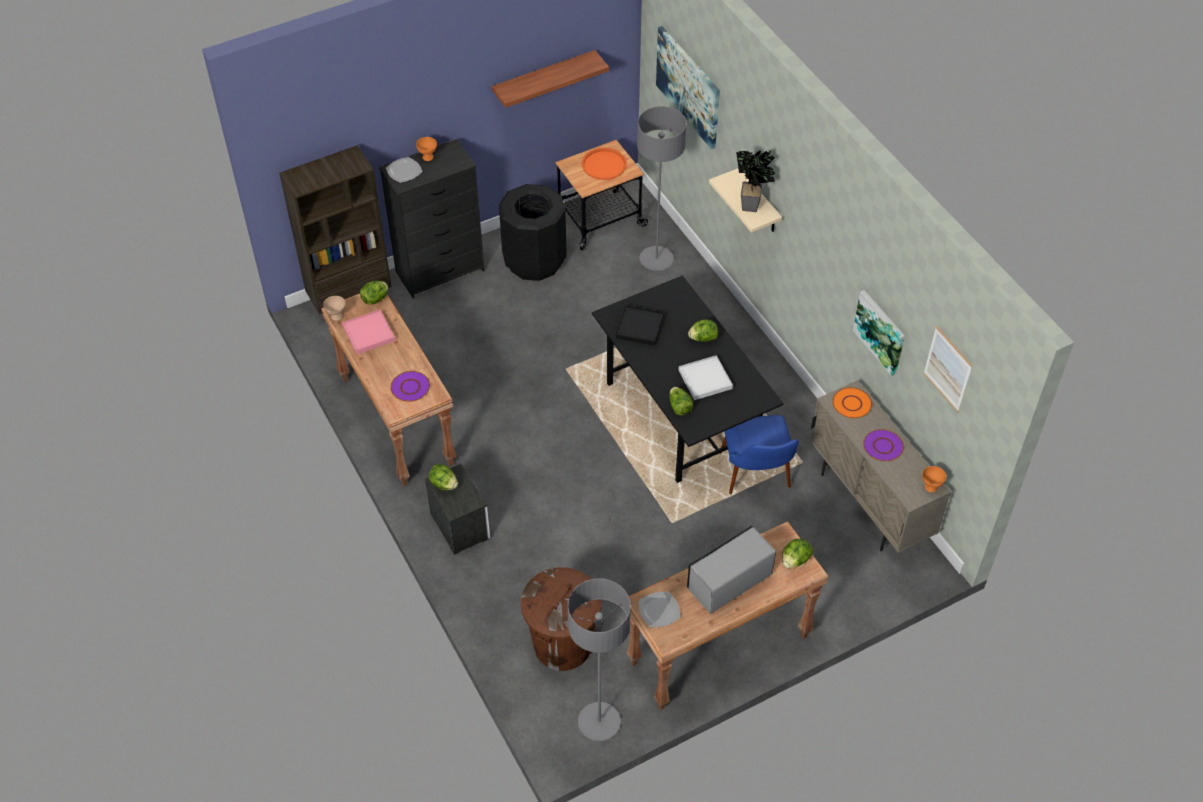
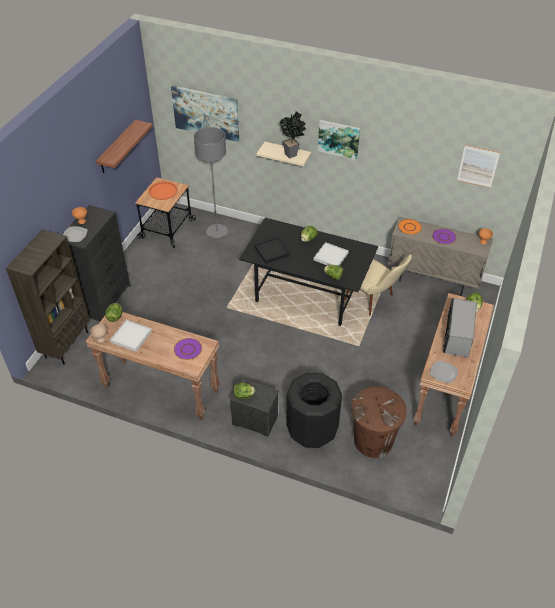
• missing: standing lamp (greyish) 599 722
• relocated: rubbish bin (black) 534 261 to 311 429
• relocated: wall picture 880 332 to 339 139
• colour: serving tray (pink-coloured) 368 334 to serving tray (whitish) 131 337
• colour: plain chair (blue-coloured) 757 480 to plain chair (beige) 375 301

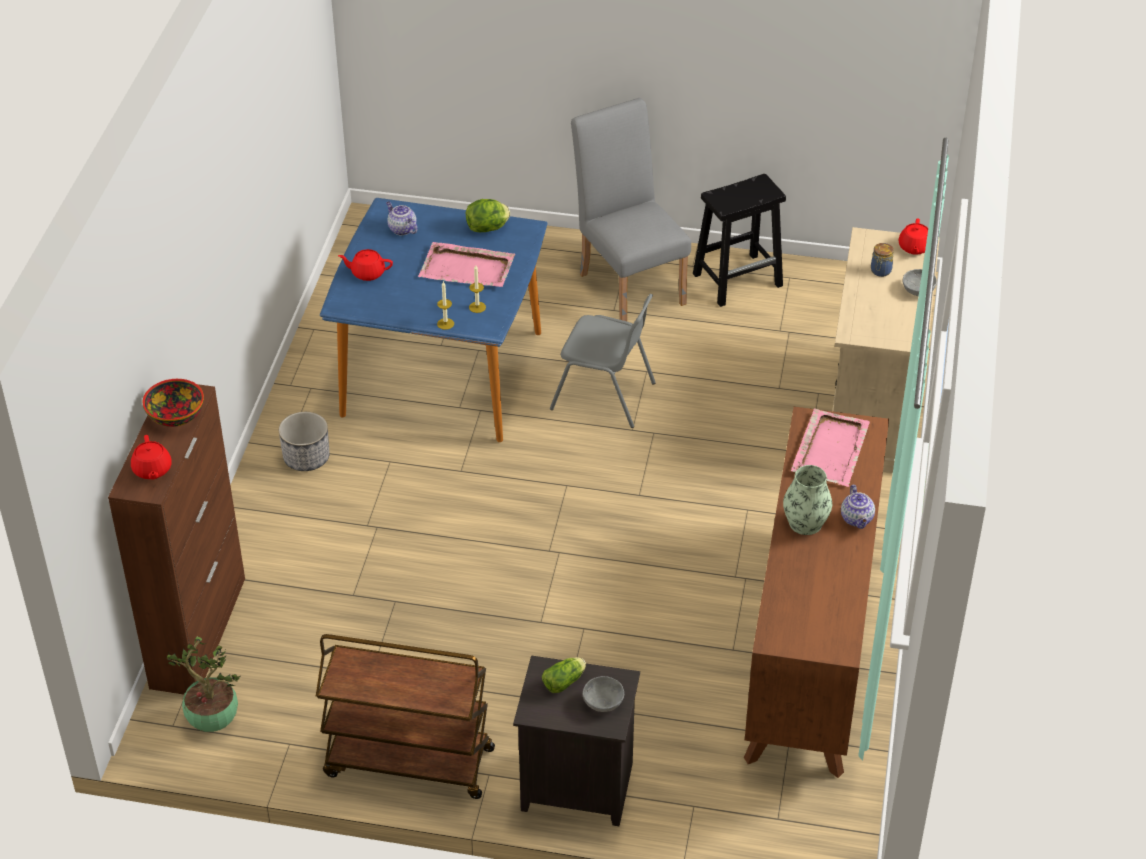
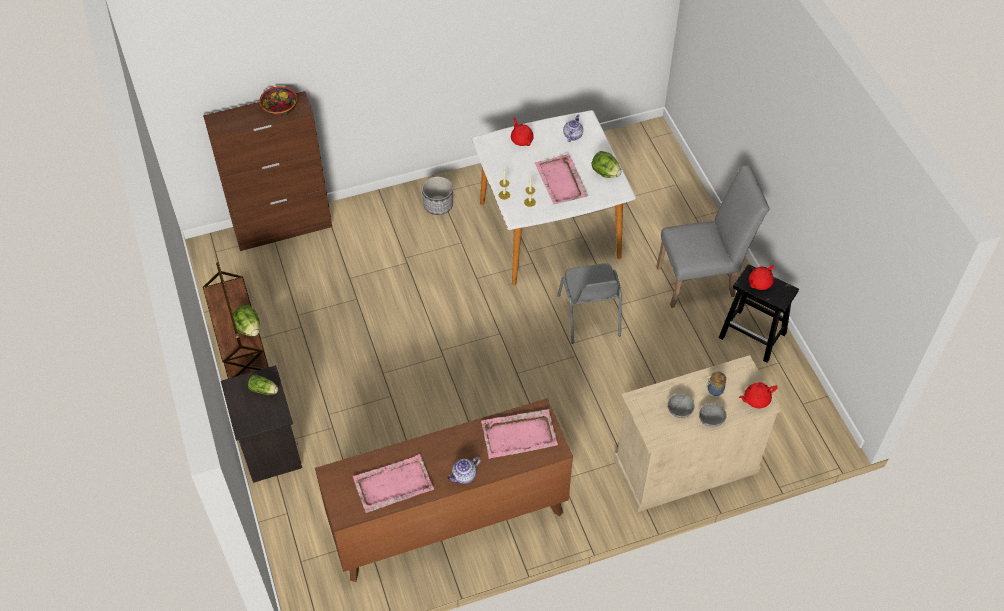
• missing: houseplant 211 721
• missing: vase 805 523
• appeared: head of lettuce 248 328
• appeared: serving tray (pink-coloured) 392 485
• relocated: pot for tea (reddish) 152 470 to 759 283
• relocated: serving bowl (greyish) 603 703 to 679 410
• colour: kitchen table (blue-coloured) 441 375 to kitchen table (whitish) 548 230
• spun: plain chair (greyish) 629 283 = 701 280 45 degrees clockwise

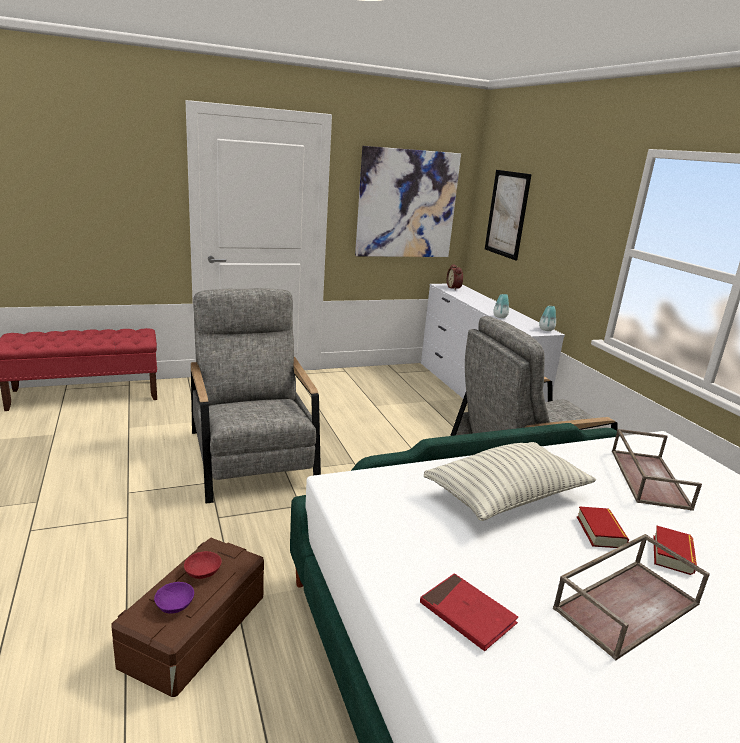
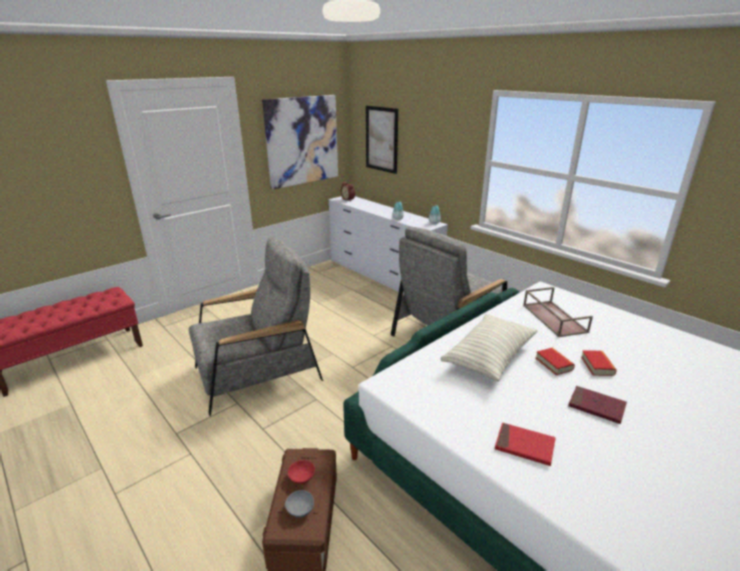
• exchanged: serving tray (brownish) 626 604 to bound book (reddish) 596 406
• colour: serving bowl (purplish) 175 605 to serving bowl (greyish) 301 509
• spun: easy chair (greyish) 252 459 = 257 373 105 degrees clockwise

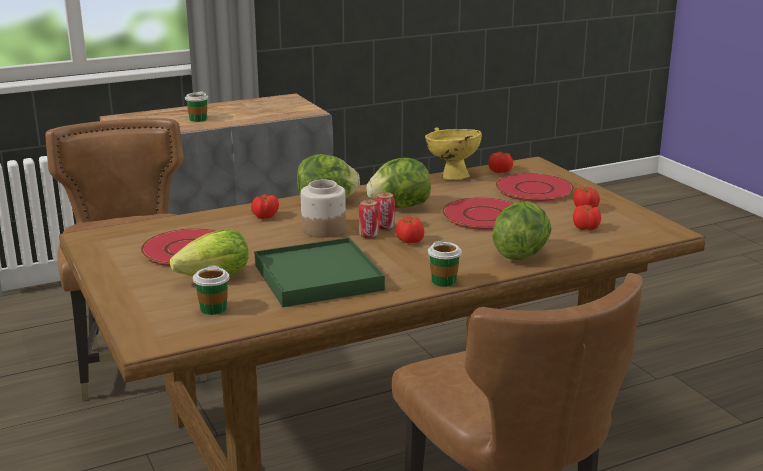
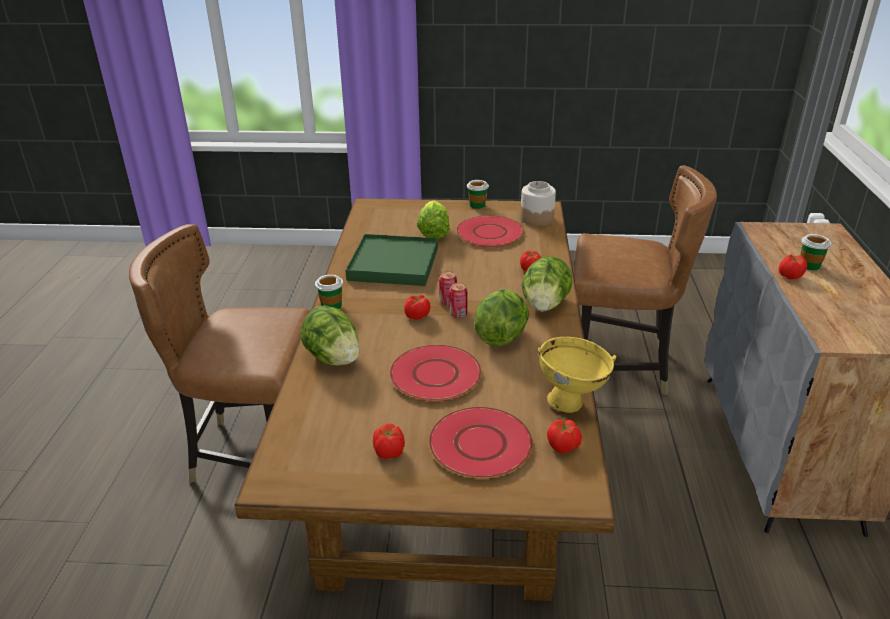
• relocated: small cup 213 309 to 477 205
• relocated: storage jar 323 229 to 536 218
• relocated: fresh tomato 586 228 to 789 276

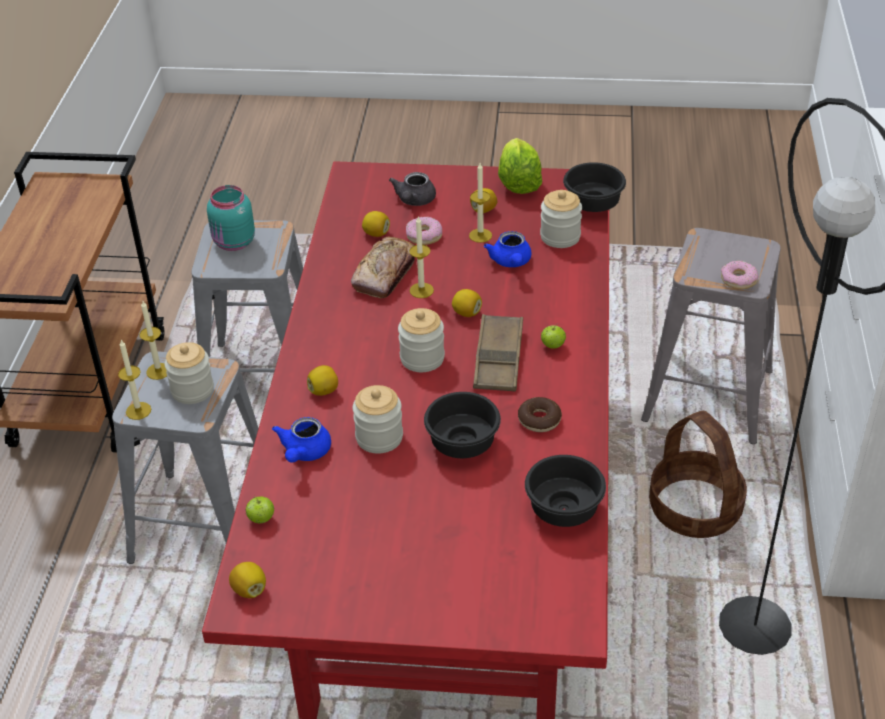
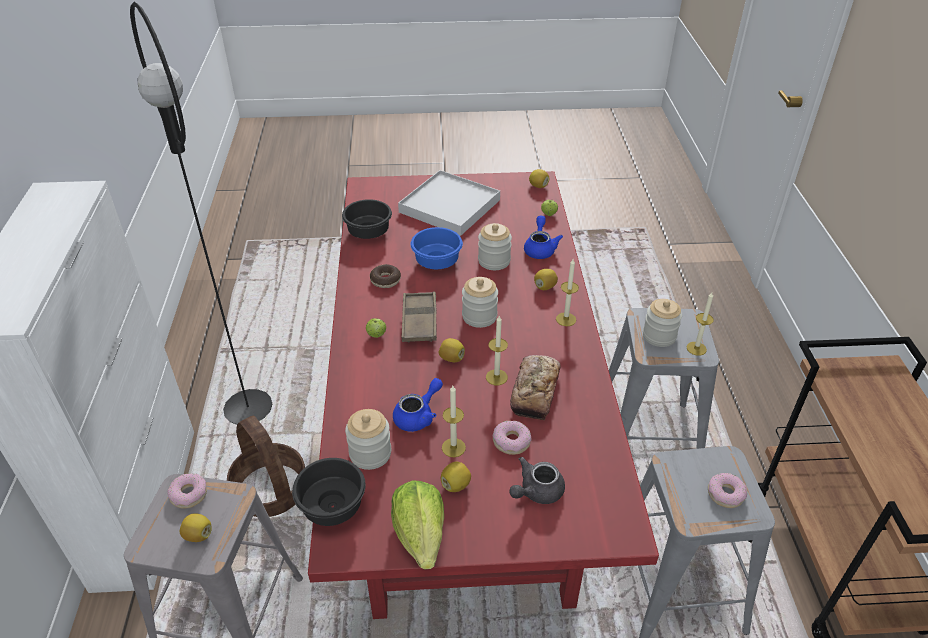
• appeared: serving tray (whitish) 449 206
• relocated: candle 138 411 to 566 319
• relocated: citrus fruit 376 234 to 198 535
• exchanged: storage jar (turquoise-coloured) 233 243 to donut 725 494
• colour: serving bowl (black) 465 443 to serving bowl (blue-coloured) 435 262
• spun: pot for tea (greyish) 414 201 = 536 491 135 degrees counterclockwise
• spun: pot for tea (blue-coloured) 511 262 = 418 416 60 degrees clockwise

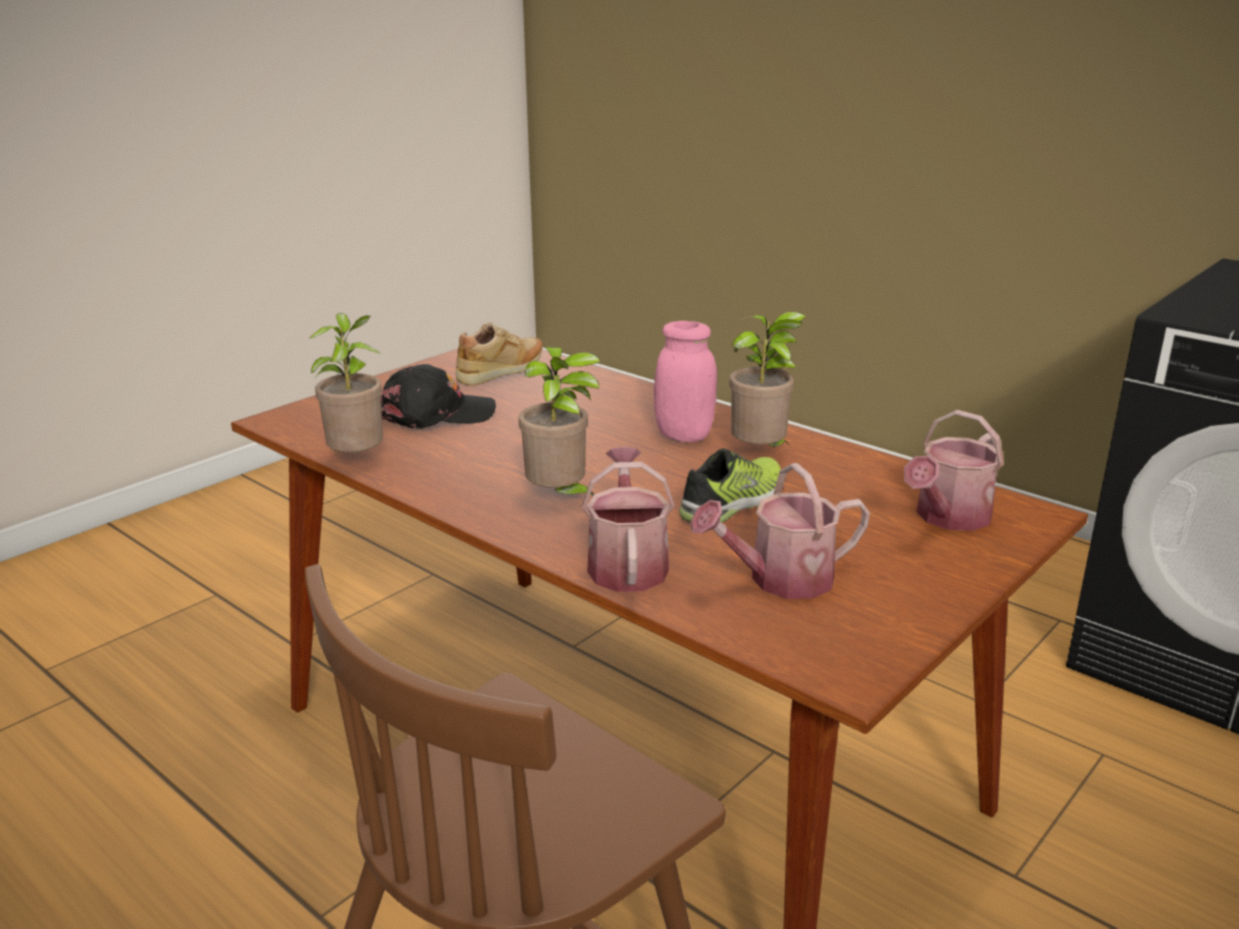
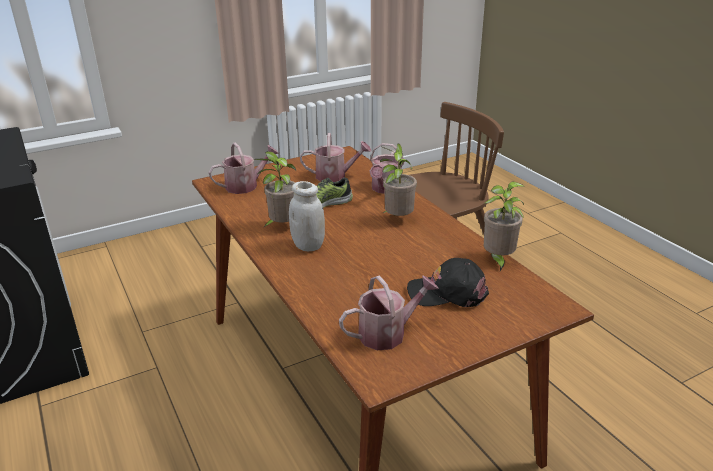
• exchanged: shoe (beige) 502 373 to watering can 388 333
• colour: storage jar (pink-coloured) 684 435 to storage jar (whitish) 308 246

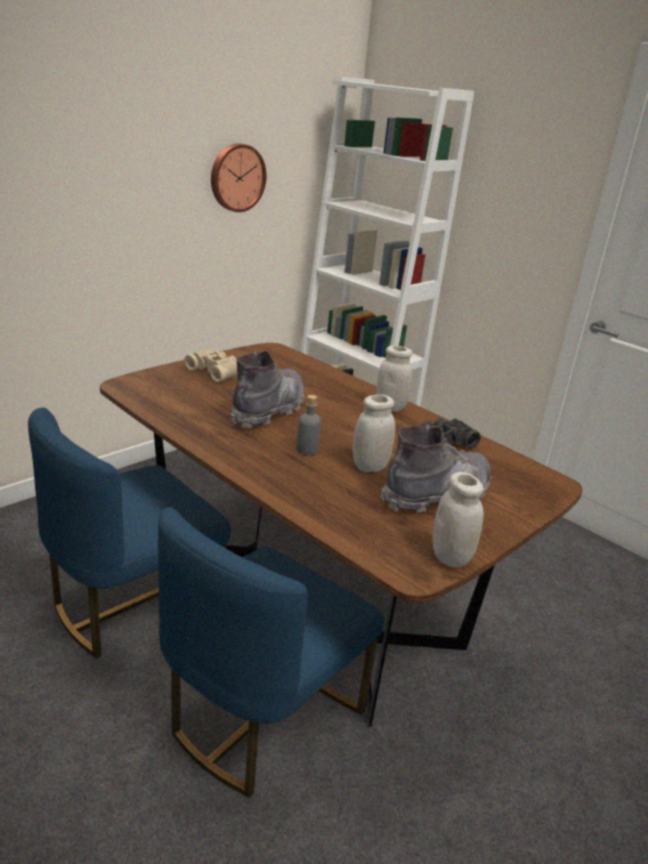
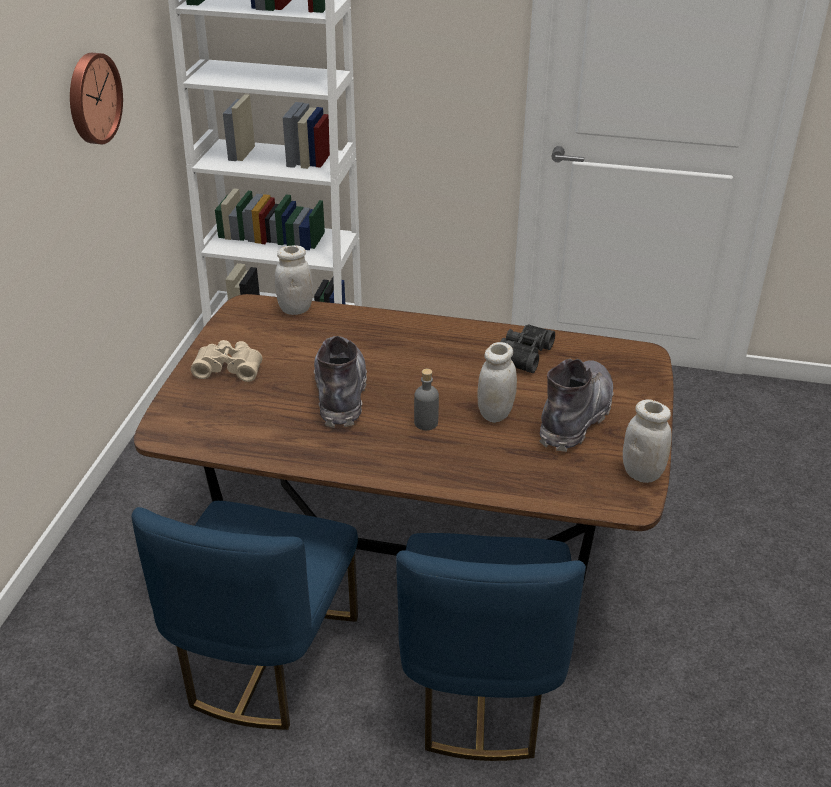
• relocated: storage jar (whitish) 390 407 to 295 309

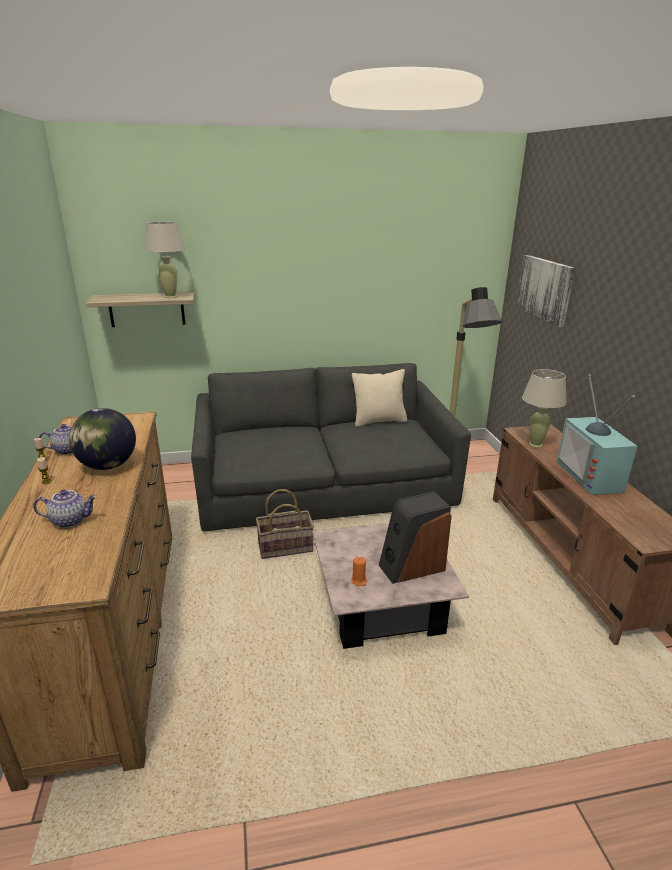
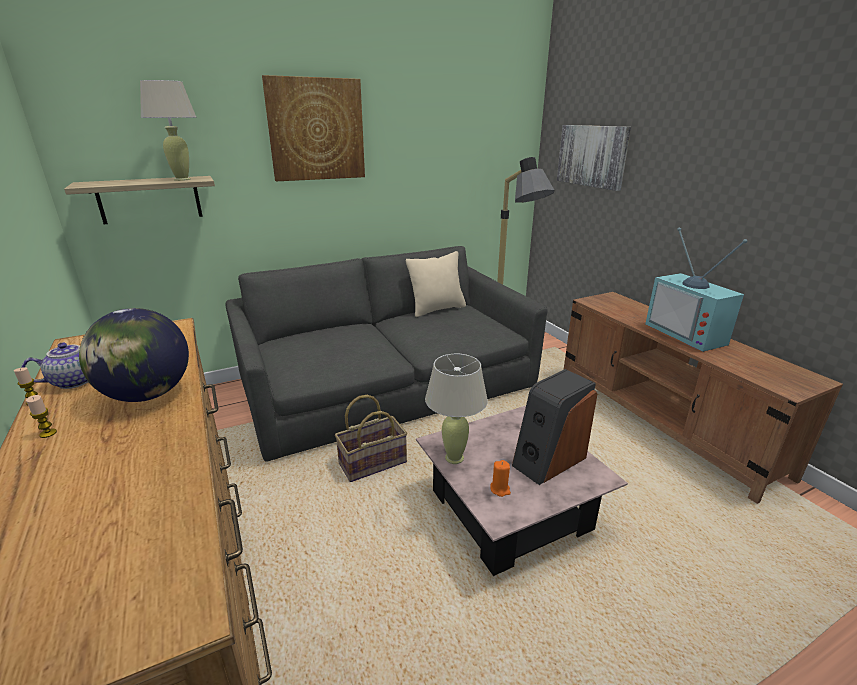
• missing: pot for tea 70 520
• appeared: wall picture 316 130
• relocated: tabletop lamp (beige) 535 444 to 454 458

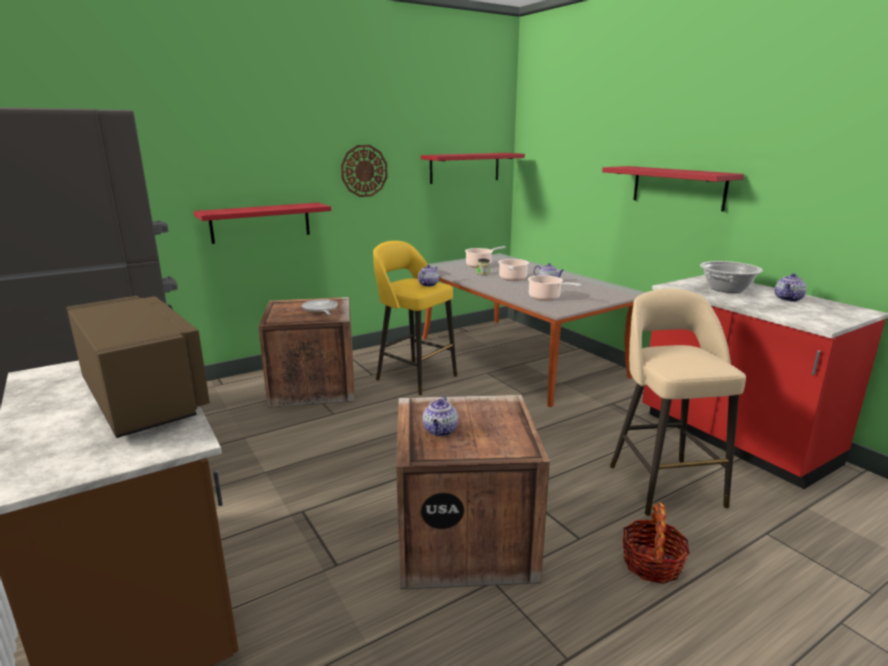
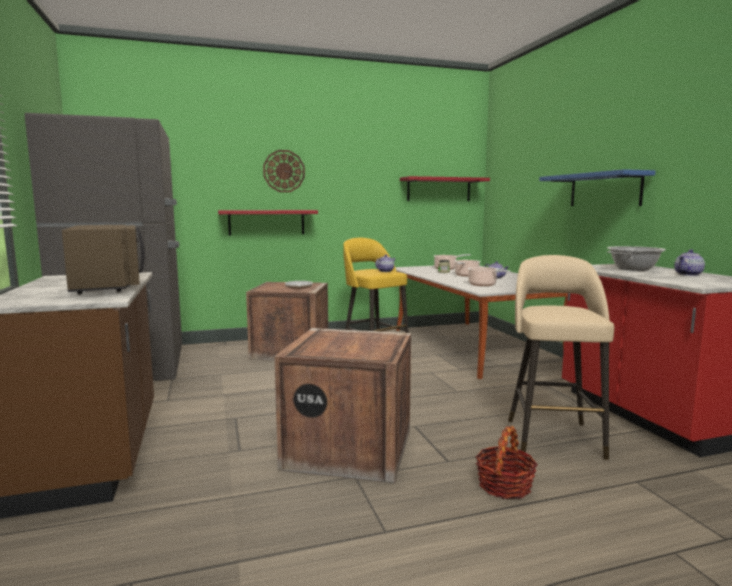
• missing: pot for tea 440 431
• relocated: wall clock 364 171 to 284 171
• colour: shelf (reddish) 678 187 to shelf (blue-coloured) 604 190

